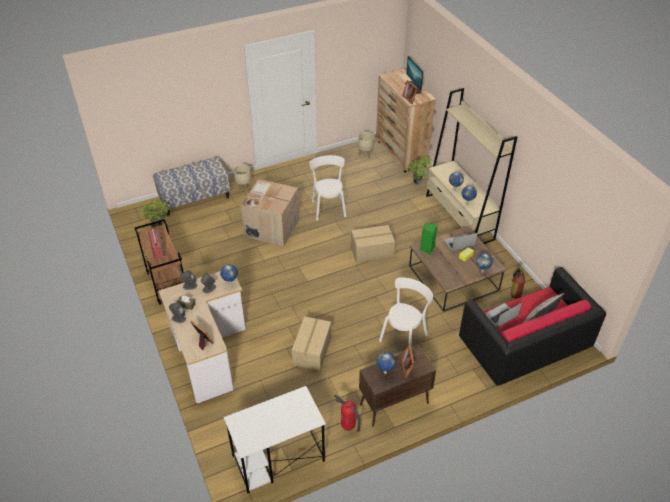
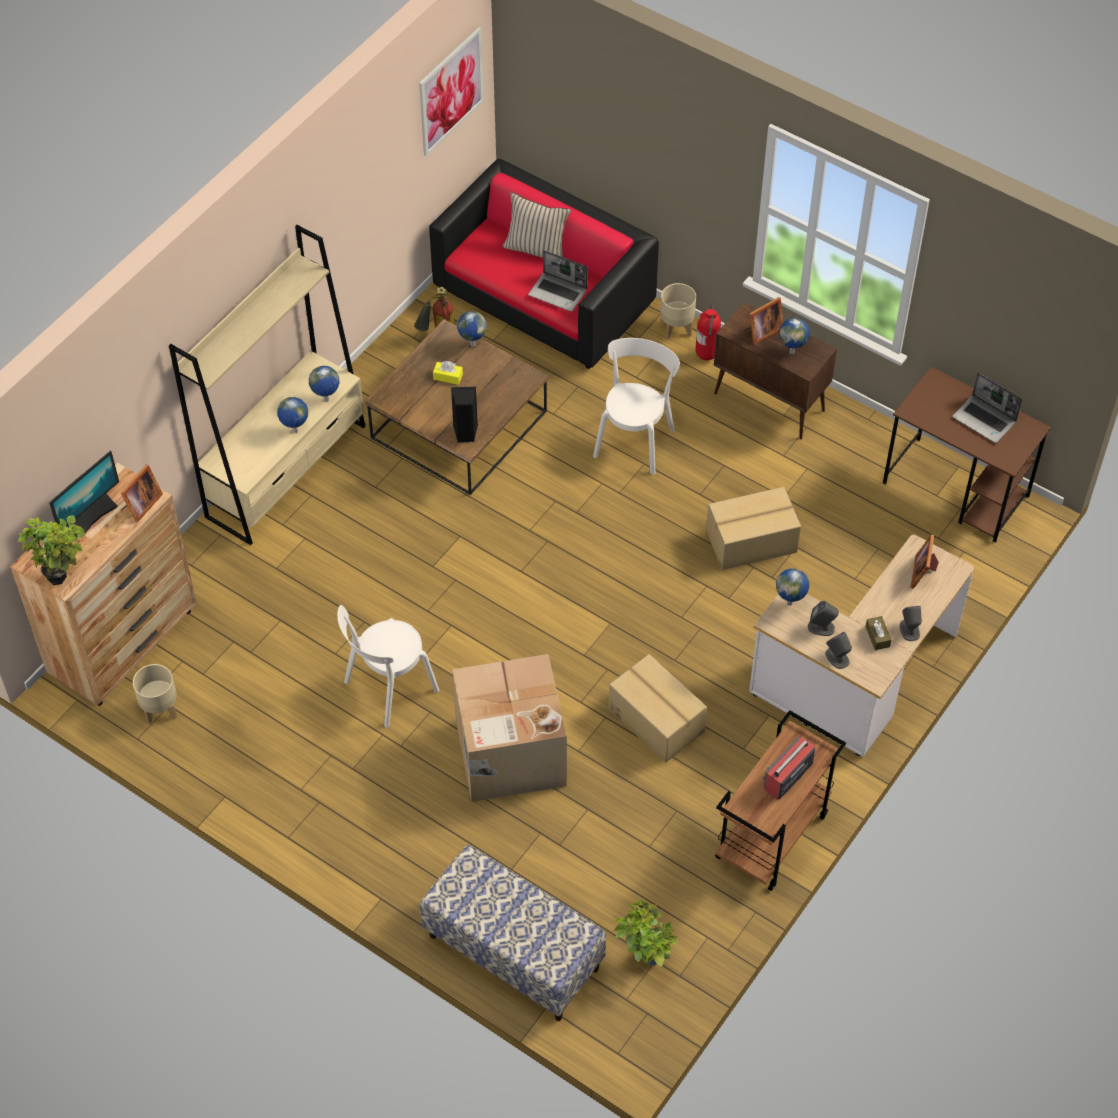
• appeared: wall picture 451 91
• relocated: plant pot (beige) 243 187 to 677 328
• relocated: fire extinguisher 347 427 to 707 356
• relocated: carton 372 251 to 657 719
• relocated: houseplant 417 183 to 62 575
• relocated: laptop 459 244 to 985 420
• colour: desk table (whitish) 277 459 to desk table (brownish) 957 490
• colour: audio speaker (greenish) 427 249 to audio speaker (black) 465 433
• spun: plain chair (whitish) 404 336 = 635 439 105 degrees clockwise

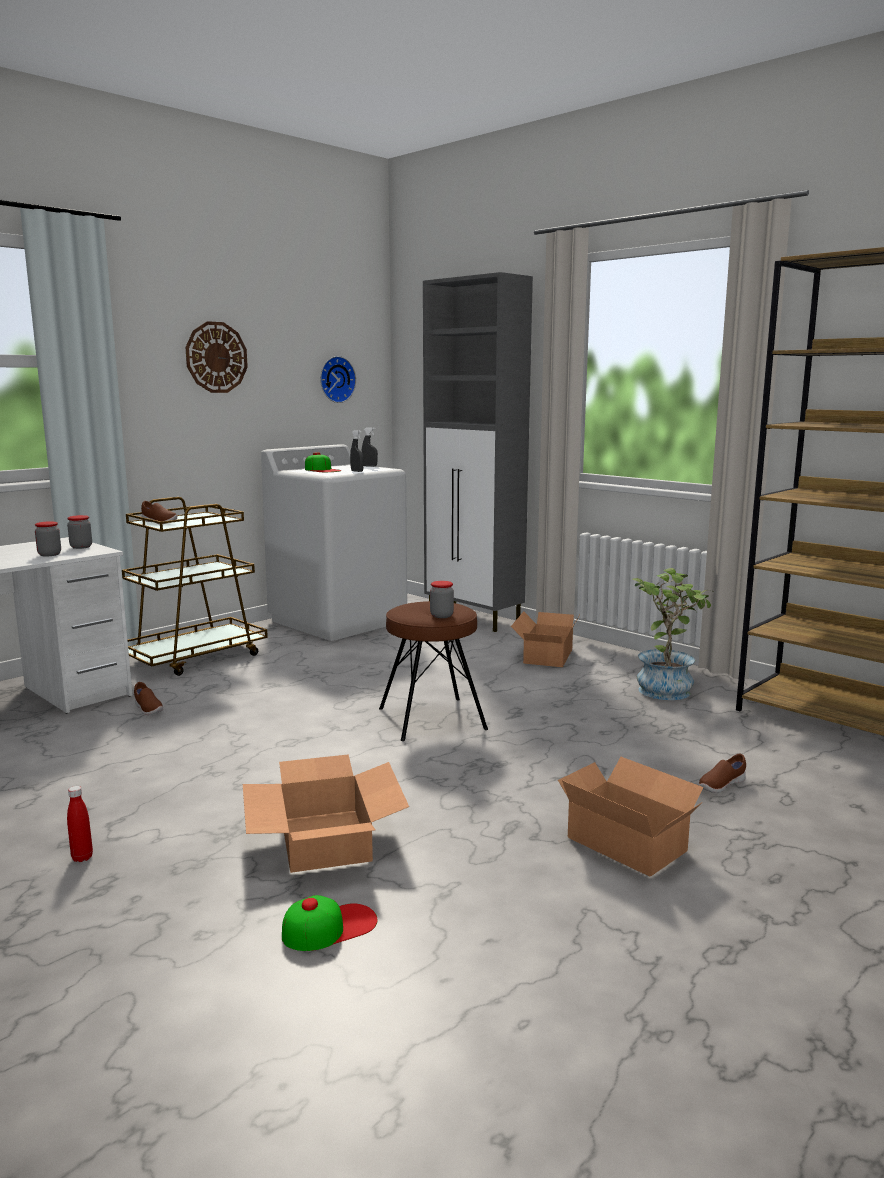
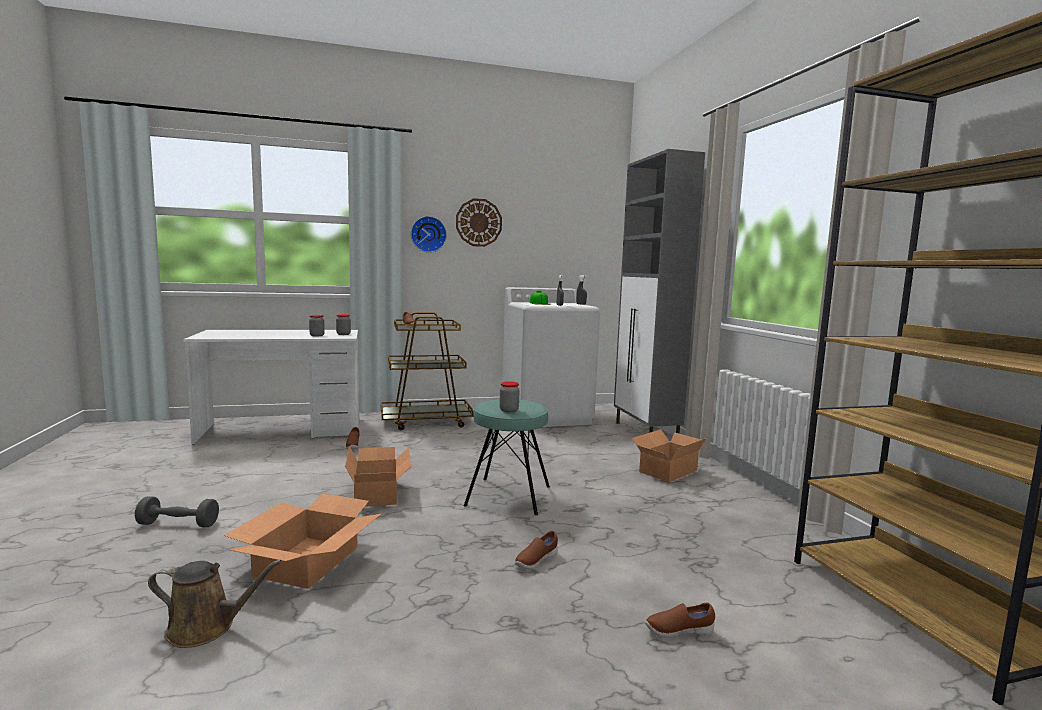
• missing: houseplant 666 688
• appeared: shoe (brownish) 535 561
• relocated: wall clock 336 379 to 428 234
• relocated: carton 627 841 to 379 492
• exchanged: bottle (reddish) 82 857 to dumbbell (greyish) 178 524
• exchanged: peaked cap 330 927 to watering can (brownish) 206 628
• colour: stool (brownish) 432 719 to stool (turquoise-coloured) 508 496

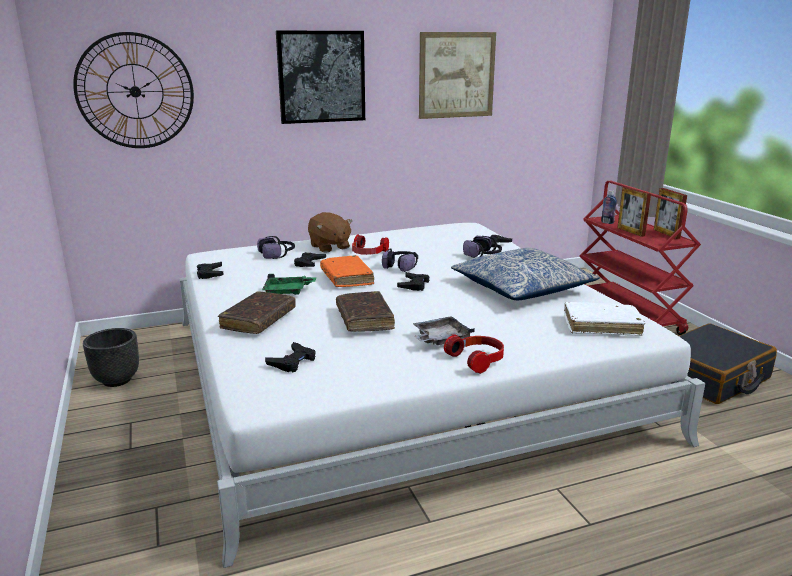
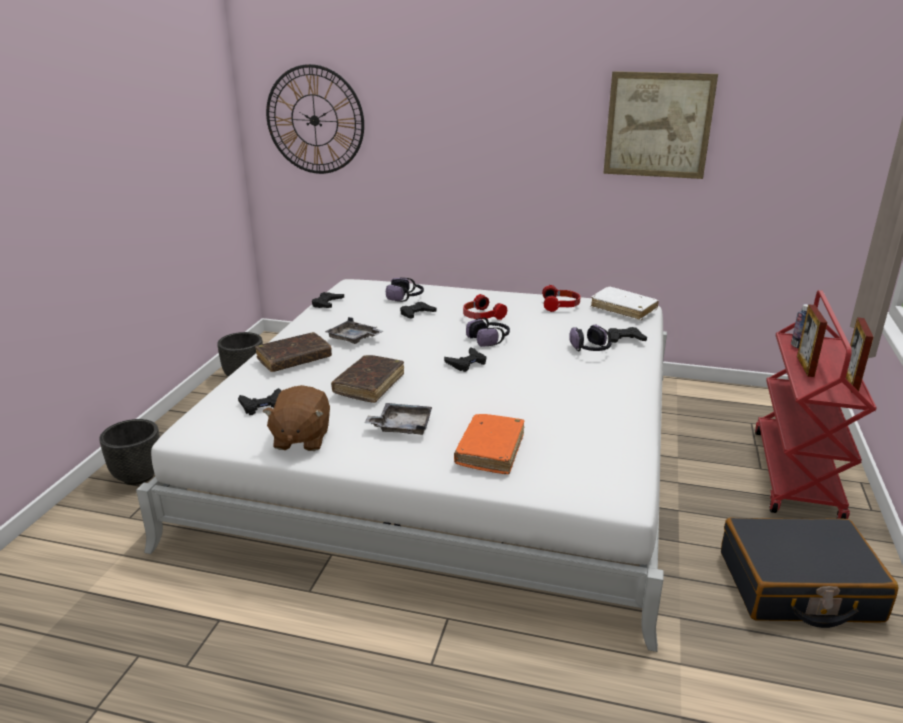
• missing: wall picture 321 77
• missing: cushion 521 288
• appeared: plant pot (black) 139 476
• relocated: soft toy (brownish) 329 247 to 301 439
• relocated: bound book (orange) 346 278 to 490 450
• relocated: headphones 477 360 to 561 305
• relocated: bound book (whitish) 601 326 to 623 309
• colour: serving tray (greenish) 287 292 to serving tray (greyish) 353 338

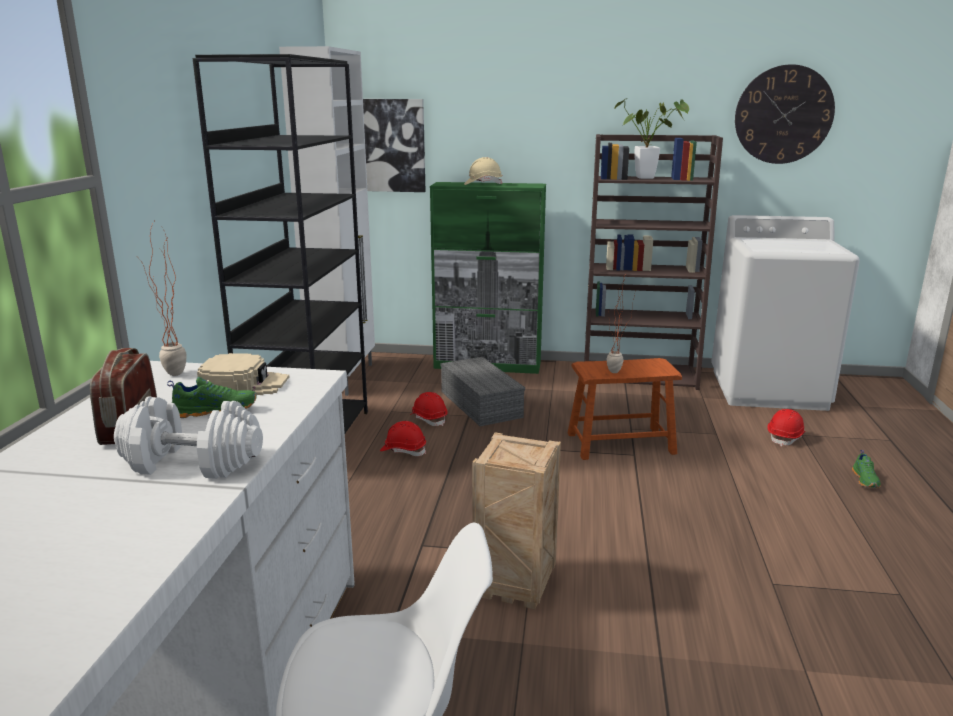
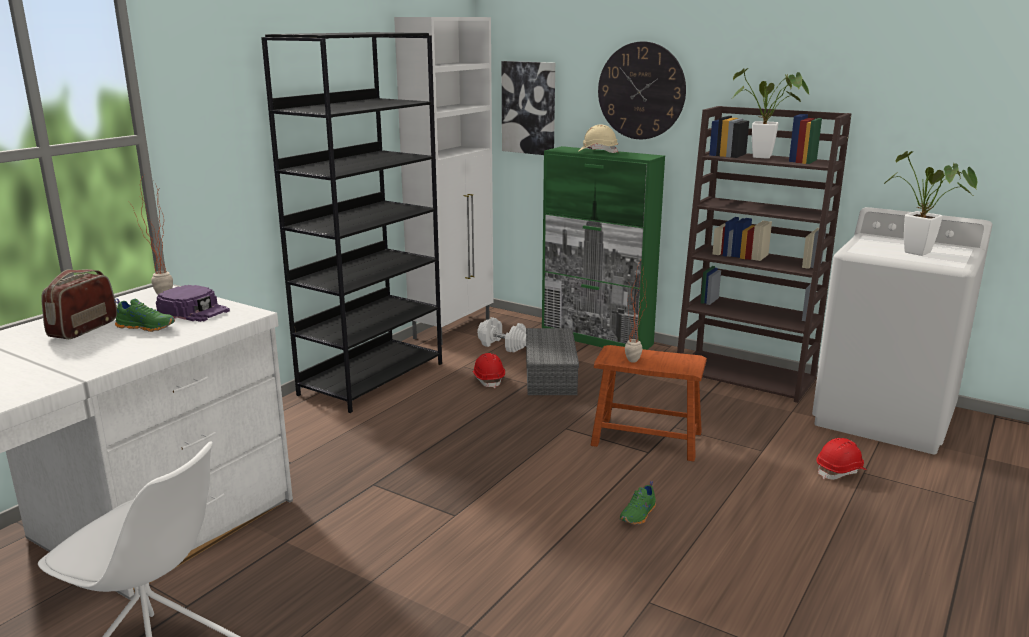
• missing: hard hat (reddish) 403 450
• missing: crate 513 586
• appeared: houseplant 923 254
• relocated: dumbbell (whitish) 191 463 to 503 345
• relocated: wall clock 783 115 to 641 91
• relocated: shoe (greenish) 866 480 to 639 515
• colour: peaked cap (beige) 244 384 to peaked cap (purplish) 194 311

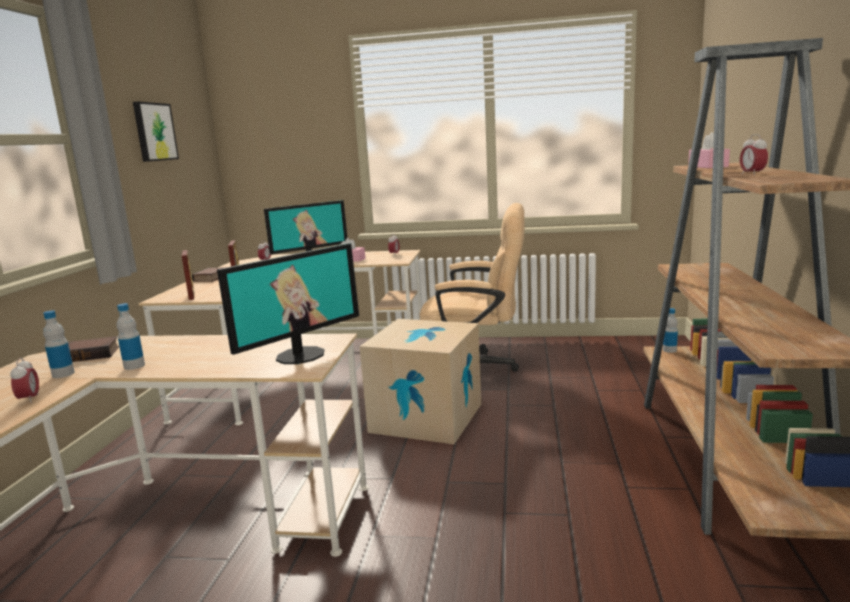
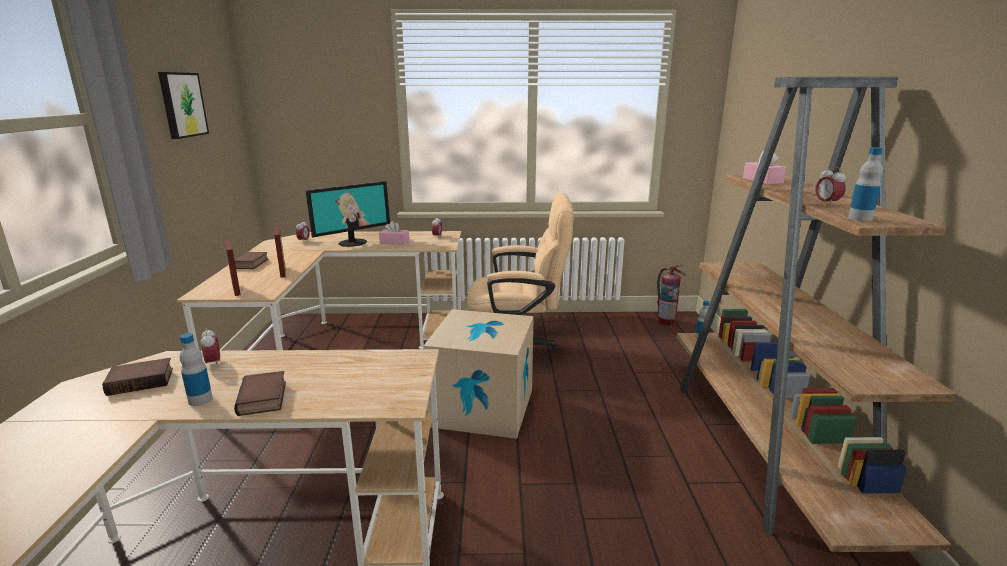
• missing: computer screen 300 355
• appeared: bound book 264 398
• appeared: fire extinguisher 666 321
• relocated: table clock 29 399 to 213 363
• relocated: bottle 63 374 to 860 218

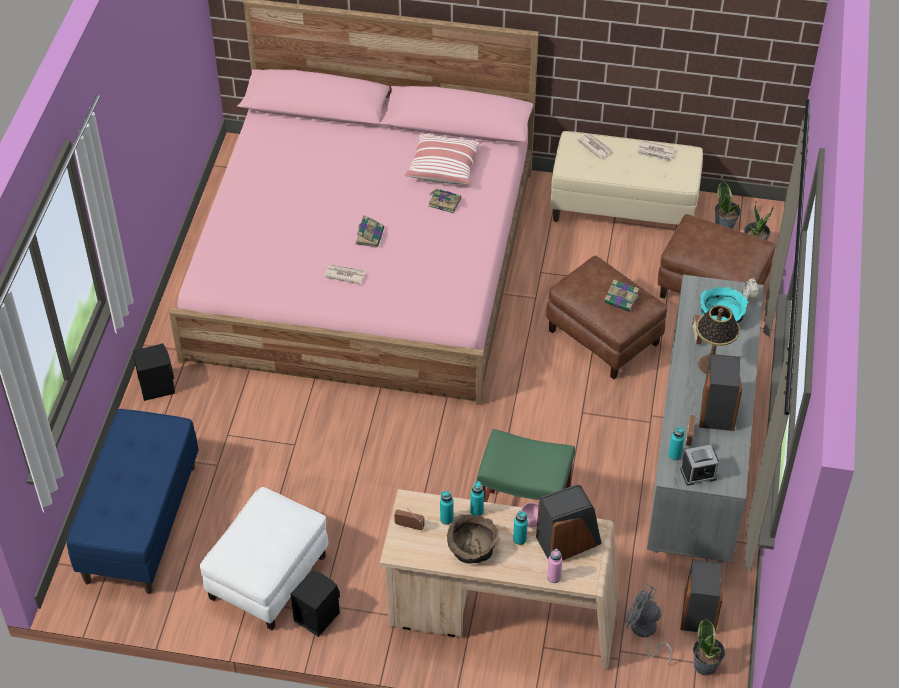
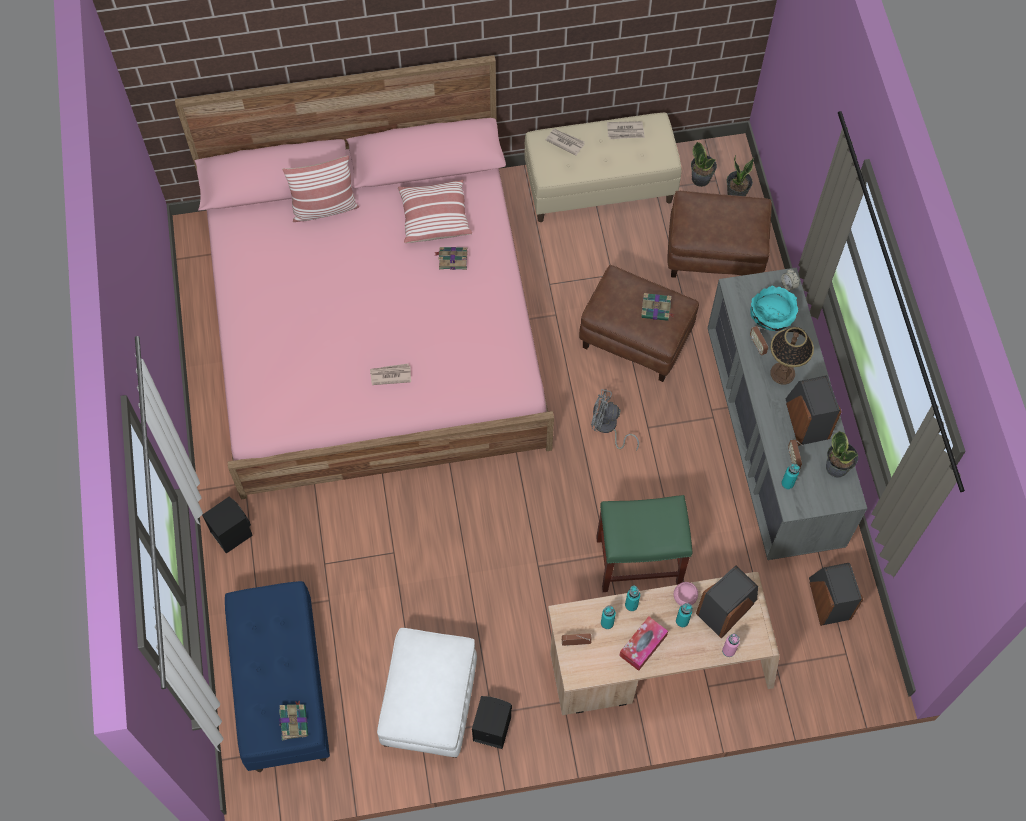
• missing: table clock 698 473
• appeared: cushion 324 208
• relocated: bound book 370 235 to 293 722
• relocated: fan (greyish) 644 632 to 607 428
• relocated: houseplant 705 665 to 837 467
• exchanged: serving bowl (brownish) 472 548 to tissue holder 643 645

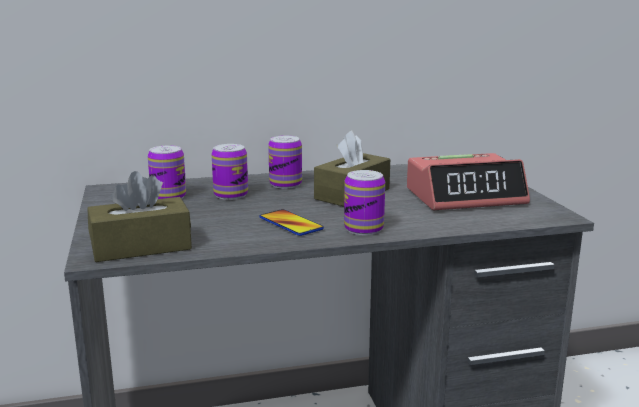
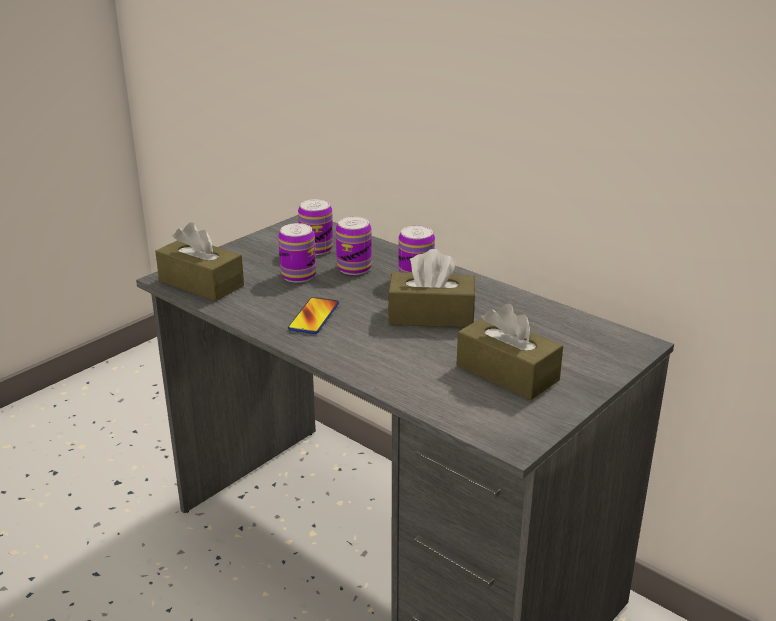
• relocated: metal can 363 229 to 298 275
• exchanged: table clock 465 196 to tissue holder (brownish) 507 373

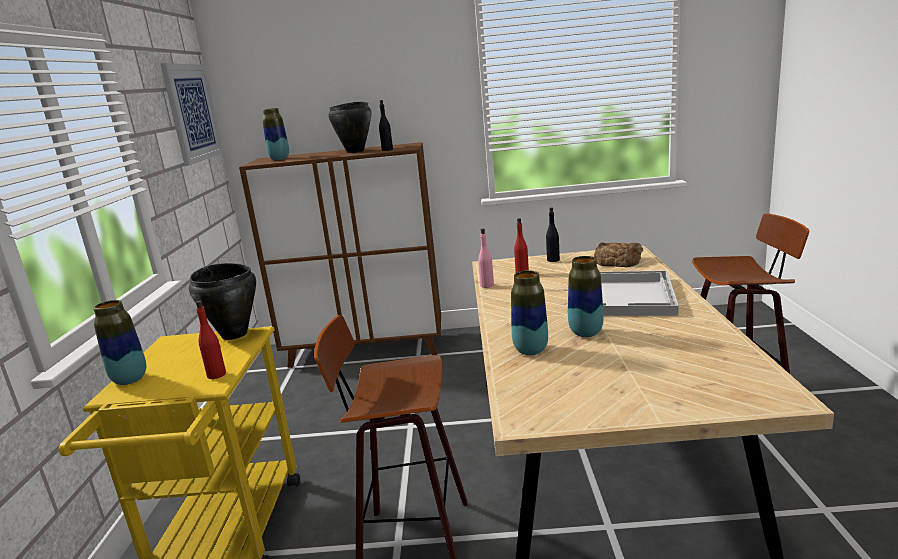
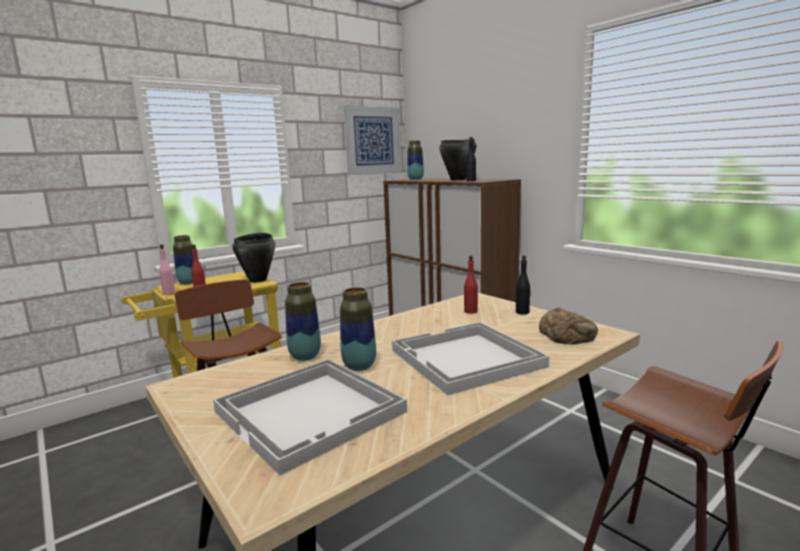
• appeared: serving tray (whitish) 312 411
• relocated: bottle (pink-coloured) 487 285 to 169 293

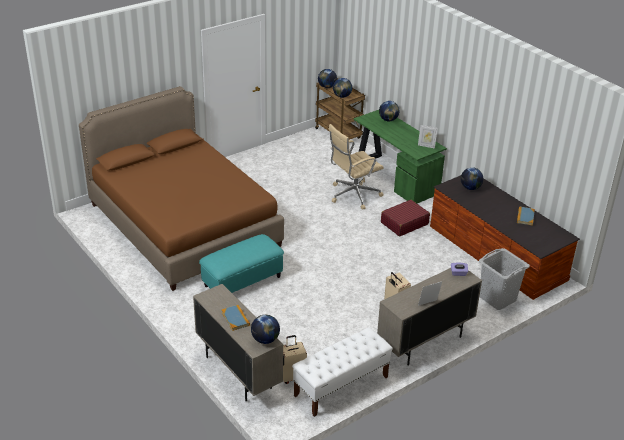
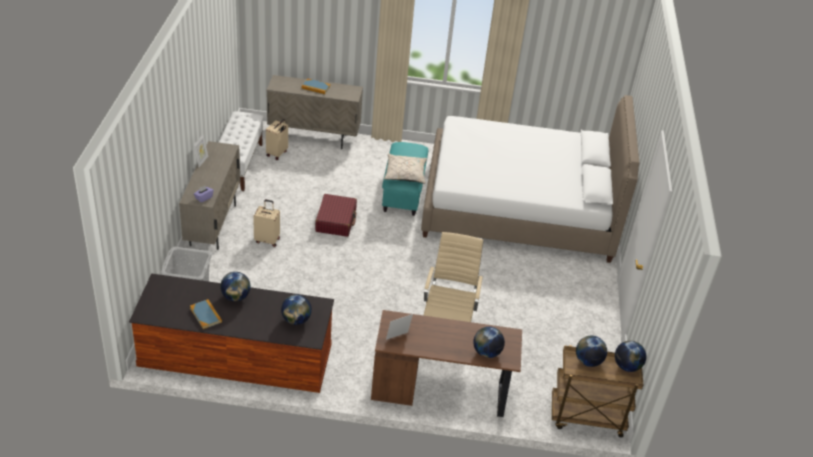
• appeared: cushion (beige) 405 174
• relocated: desk globe 265 340 to 235 297
• relocated: piece of luggage (reddish) 404 223 to 336 221
• colour: bedroom bed (brownish) 183 225 to bedroom bed (whitish) 518 207
• colour: desk table (greenish) 395 177 to desk table (brownish) 441 390

